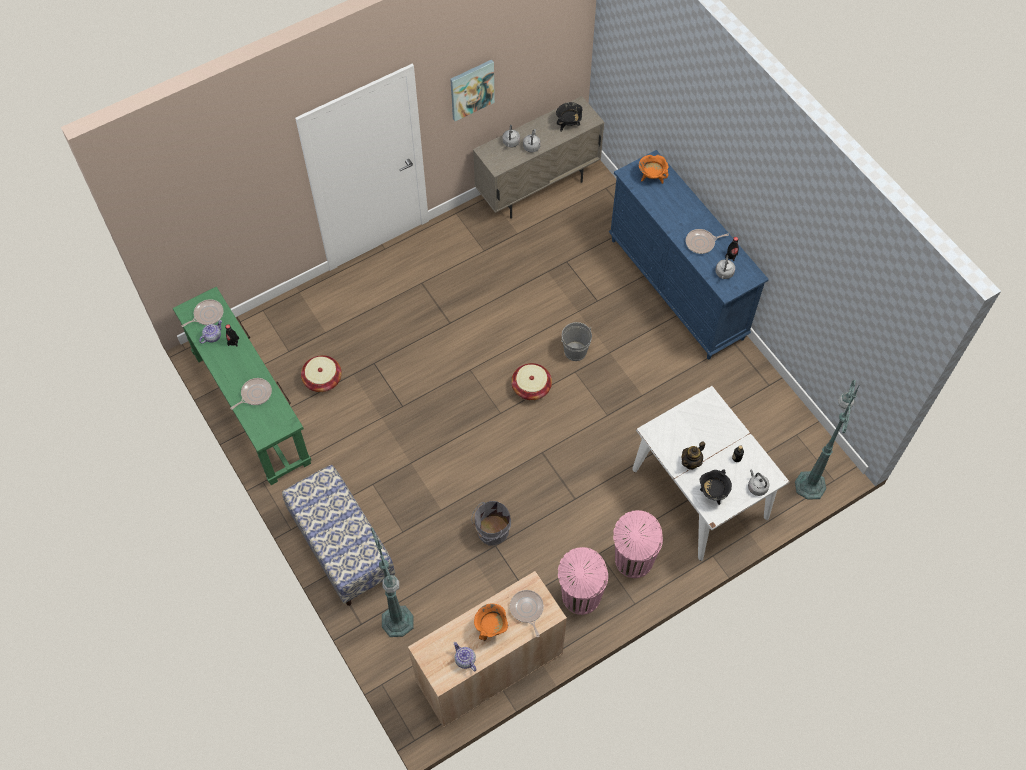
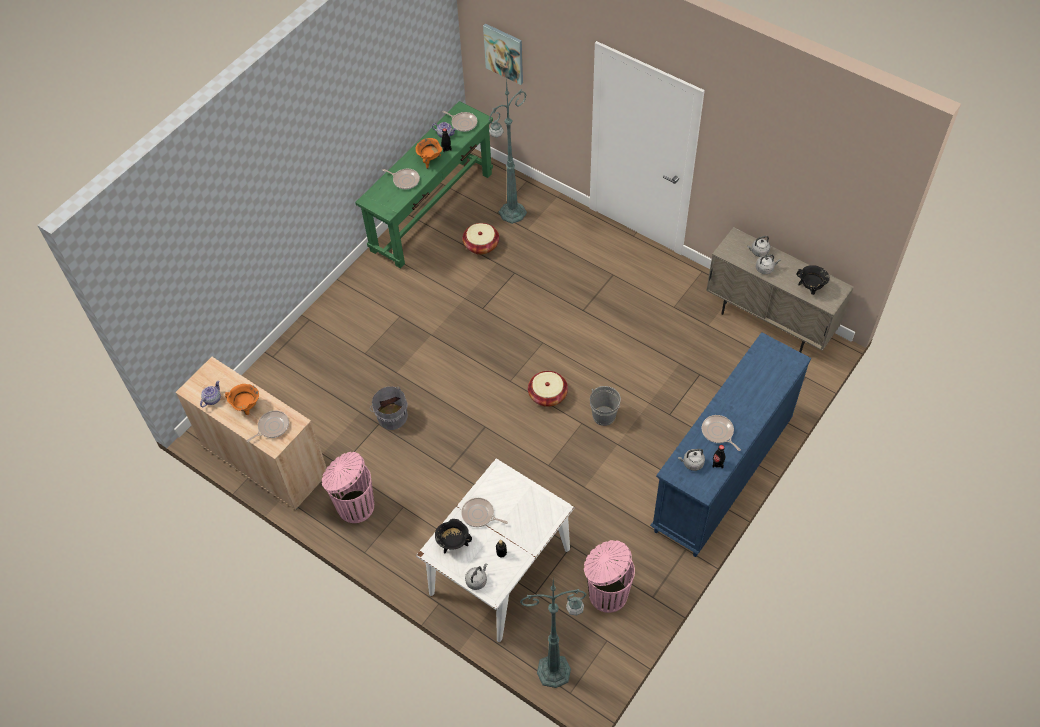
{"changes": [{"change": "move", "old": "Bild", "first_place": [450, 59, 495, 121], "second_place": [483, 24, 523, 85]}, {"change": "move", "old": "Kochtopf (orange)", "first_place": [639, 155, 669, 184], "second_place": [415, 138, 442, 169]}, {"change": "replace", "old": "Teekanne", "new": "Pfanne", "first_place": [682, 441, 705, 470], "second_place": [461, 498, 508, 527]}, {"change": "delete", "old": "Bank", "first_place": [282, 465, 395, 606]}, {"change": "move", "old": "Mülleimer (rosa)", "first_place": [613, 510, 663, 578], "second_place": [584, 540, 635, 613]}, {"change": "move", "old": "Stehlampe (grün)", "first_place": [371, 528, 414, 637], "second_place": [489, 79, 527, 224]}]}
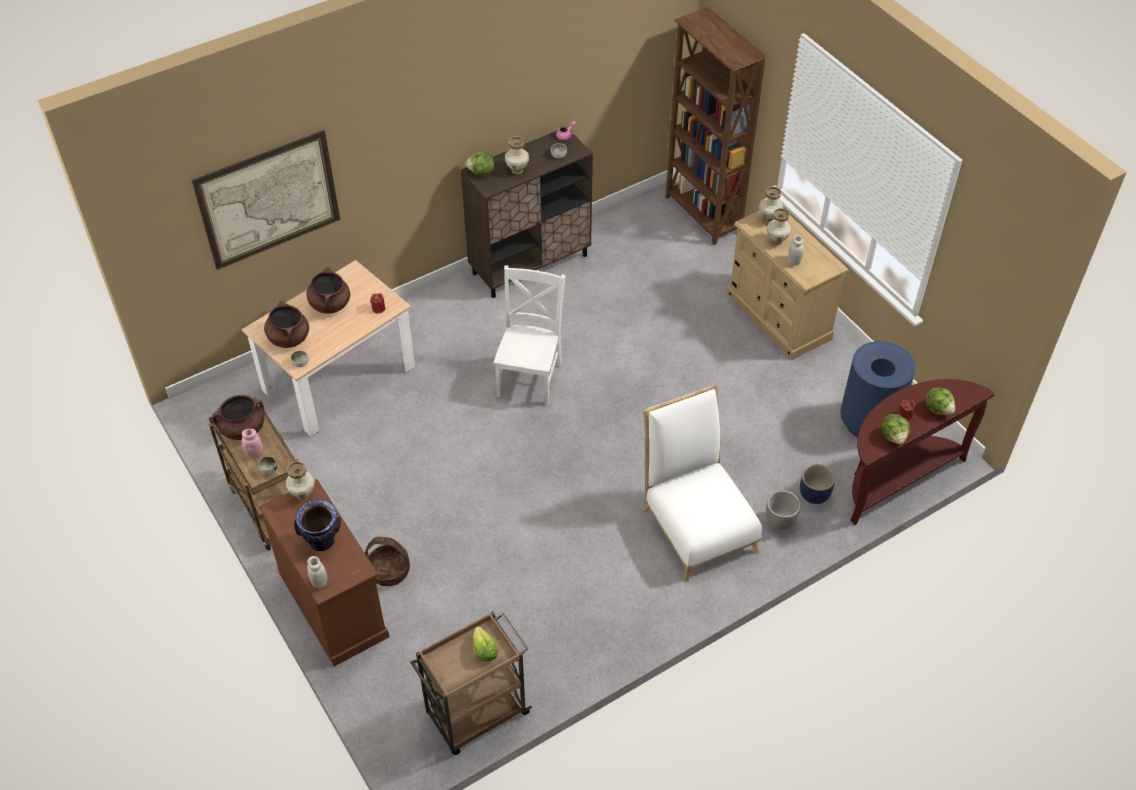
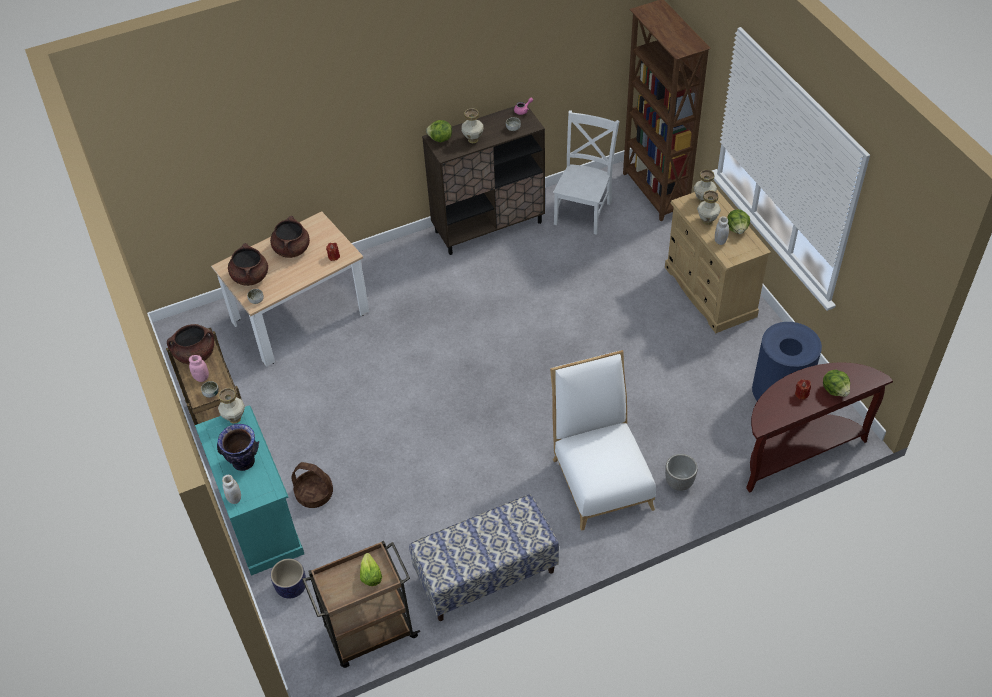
{"changes": [{"change": "delete", "old": "Bild", "first_place": [192, 130, 340, 270]}, {"change": "move", "old": "Stuhl (weiß)", "first_place": [494, 265, 566, 406], "second_place": [553, 110, 619, 235]}, {"change": "move", "old": "Salatkopf", "first_place": [882, 414, 910, 444], "second_place": [727, 209, 750, 234]}, {"change": "move", "old": "Pflanzkübel", "first_place": [800, 464, 835, 504], "second_place": [271, 558, 306, 599]}, {"change": "recolor", "old": "Kommode (braun)", "new": "Kommode (türkis)", "first_place": [259, 479, 389, 666], "second_place": [195, 405, 304, 576]}, {"change": "insert", "new": "Bank", "second_place": [409, 494, 559, 621]}]}
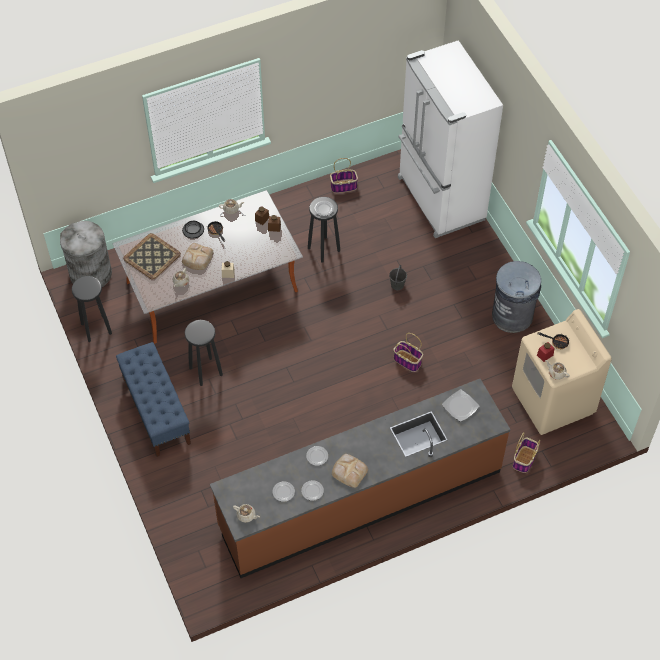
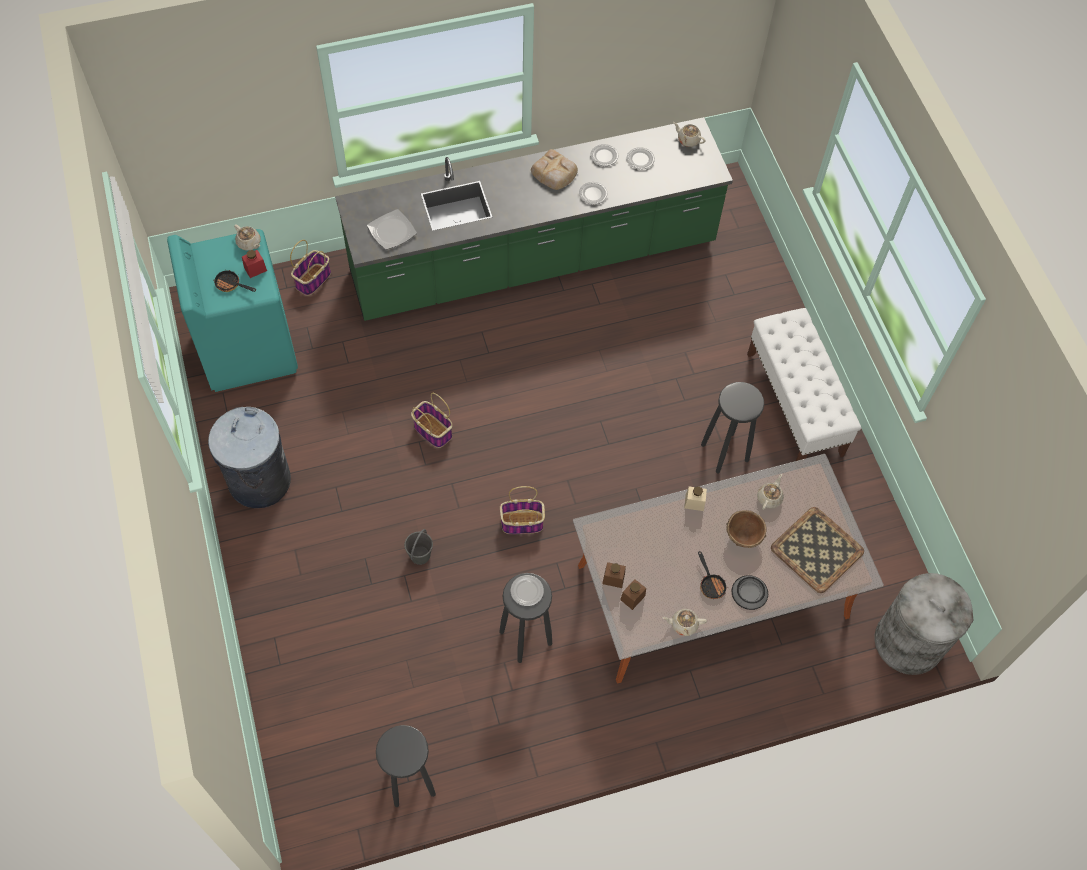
{"changes": [{"change": "delete", "old": "Kühlschrank (weiß)", "first_place": [398, 40, 503, 238]}, {"change": "move", "old": "Korb", "first_place": [330, 158, 358, 193], "second_place": [500, 486, 545, 534]}, {"change": "replace", "old": "Brot", "new": "Schüssel (braun)", "first_place": [182, 243, 213, 270], "second_place": [726, 510, 767, 548]}, {"change": "move", "old": "Hocker (schwarz)", "first_place": [72, 276, 112, 342], "second_place": [376, 725, 436, 807]}, {"change": "recolor", "old": "Waschmaschine (beige)", "new": "Waschmaschine (türkis)", "first_place": [512, 309, 612, 435], "second_place": [167, 229, 298, 392]}, {"change": "recolor", "old": "Bank (blau)", "new": "Bank (weiß)", "first_place": [116, 342, 191, 457], "second_place": [747, 308, 861, 461]}, {"change": "recolor", "old": "Küchenzeile (braun)", "new": "Küchenzeile (grün)", "first_place": [210, 379, 511, 578], "second_place": [335, 117, 733, 321]}]}
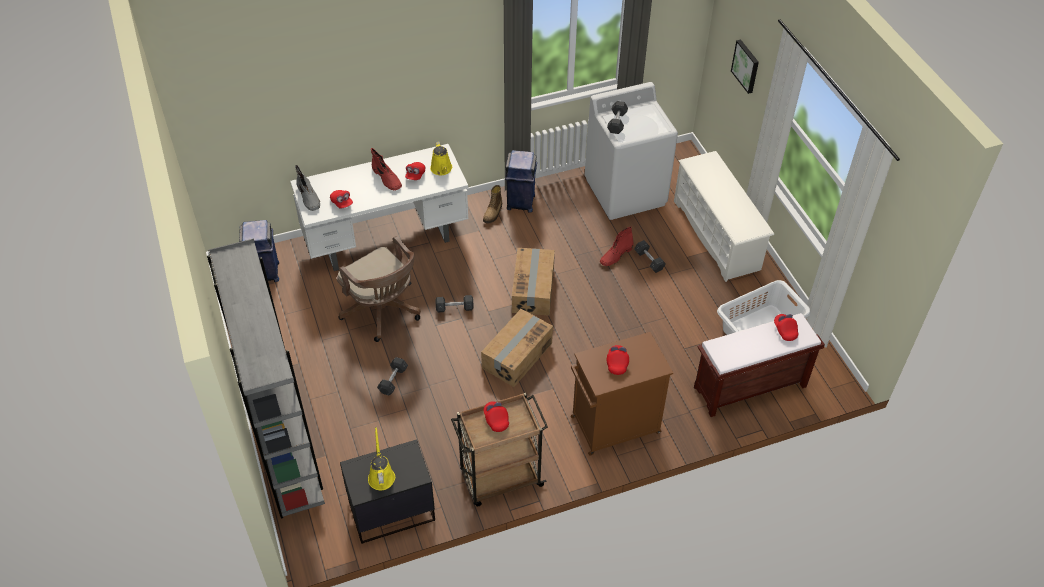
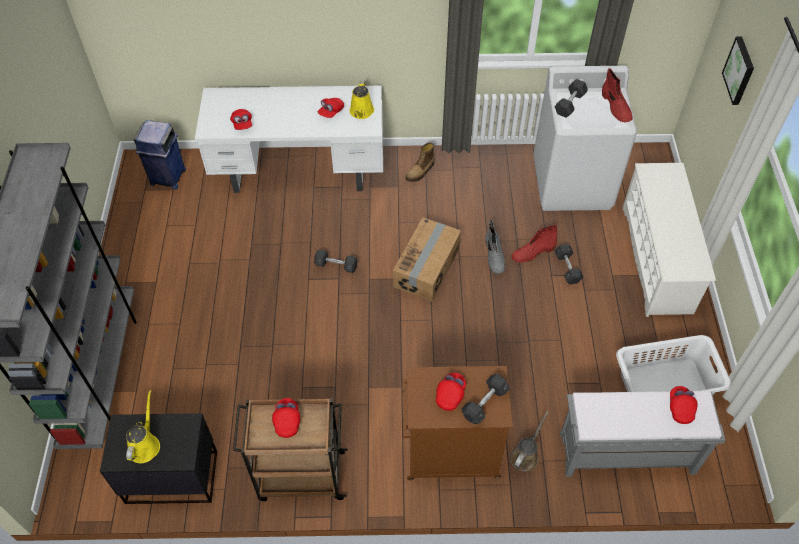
{"changes": [{"change": "move", "old": "Stiefel (rot)", "first_place": [371, 148, 402, 190], "second_place": [602, 68, 633, 123]}, {"change": "delete", "old": "Mülleimer (blau)", "first_place": [505, 150, 537, 213]}, {"change": "move", "old": "Stiefel (grau)", "first_place": [295, 165, 320, 211], "second_place": [485, 219, 505, 274]}, {"change": "delete", "old": "Bürostuhl (braun)", "first_place": [337, 236, 421, 342]}, {"change": "delete", "old": "Karton", "first_place": [481, 309, 553, 387]}, {"change": "recolor", "old": "Bank (braun)", "new": "Bank (grau)", "first_place": [694, 313, 825, 417], "second_place": [560, 391, 725, 477]}, {"change": "move", "old": "Hantel (grau)", "first_place": [377, 357, 408, 396], "second_place": [461, 374, 510, 424]}, {"change": "insert", "new": "Gießkanne (braun)", "second_place": [510, 411, 548, 472]}]}
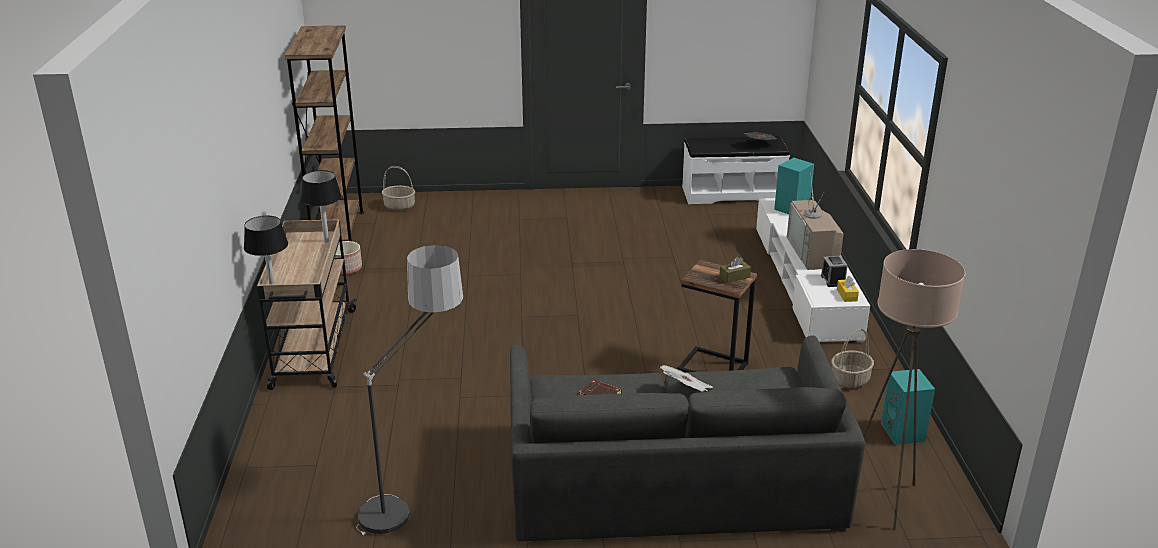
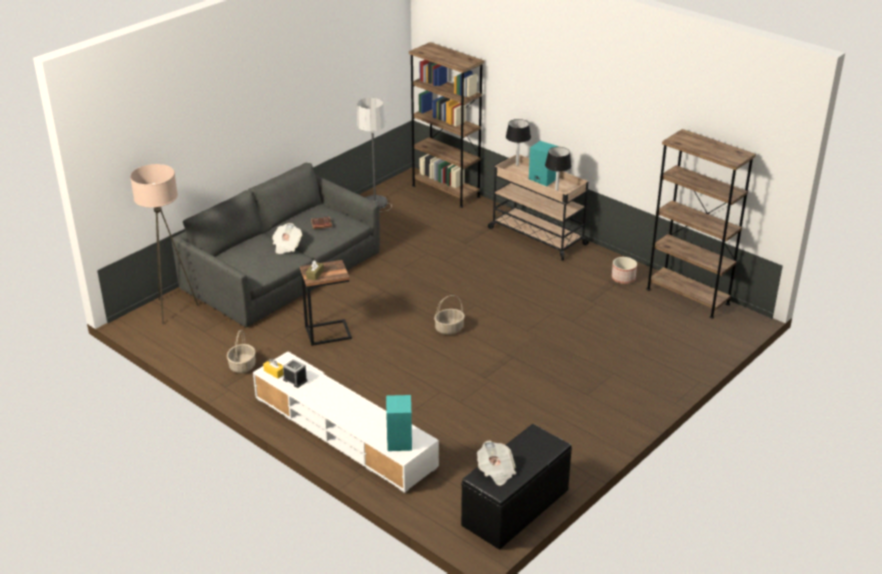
{"changes": [{"change": "recolor", "old": "Bank (weiß)", "new": "Bank (schwarz)", "first_place": [682, 136, 790, 204], "second_place": [461, 424, 572, 550]}, {"change": "move", "old": "Korb", "first_place": [382, 166, 415, 211], "second_place": [434, 295, 465, 335]}, {"change": "delete", "old": "Fernseher", "first_place": [787, 173, 844, 270]}, {"change": "move", "old": "Lautsprecher (türkis)", "first_place": [881, 369, 935, 445], "second_place": [529, 141, 558, 186]}, {"change": "insert", "new": "Bücherregal (braun)", "second_place": [409, 42, 485, 208]}]}
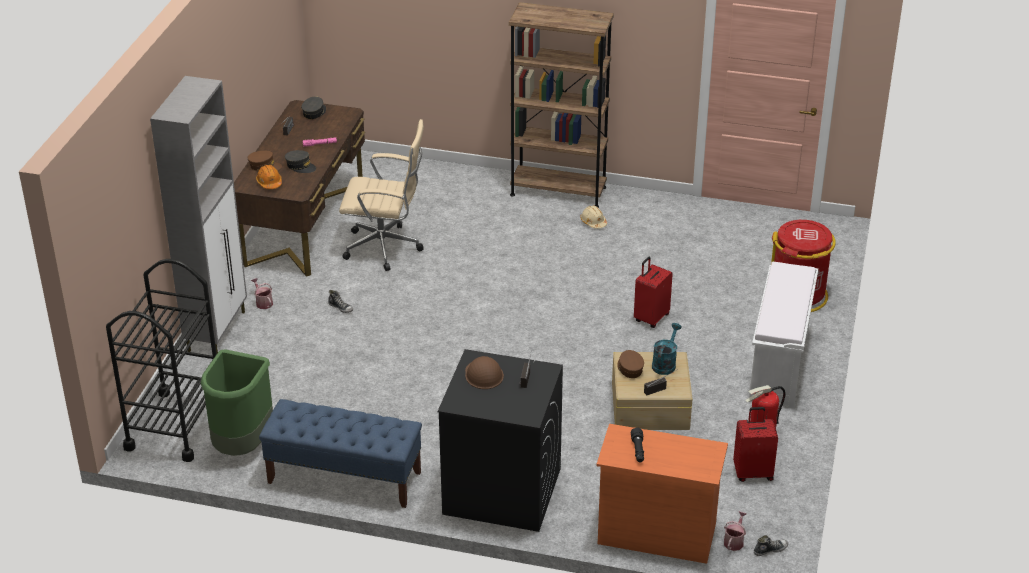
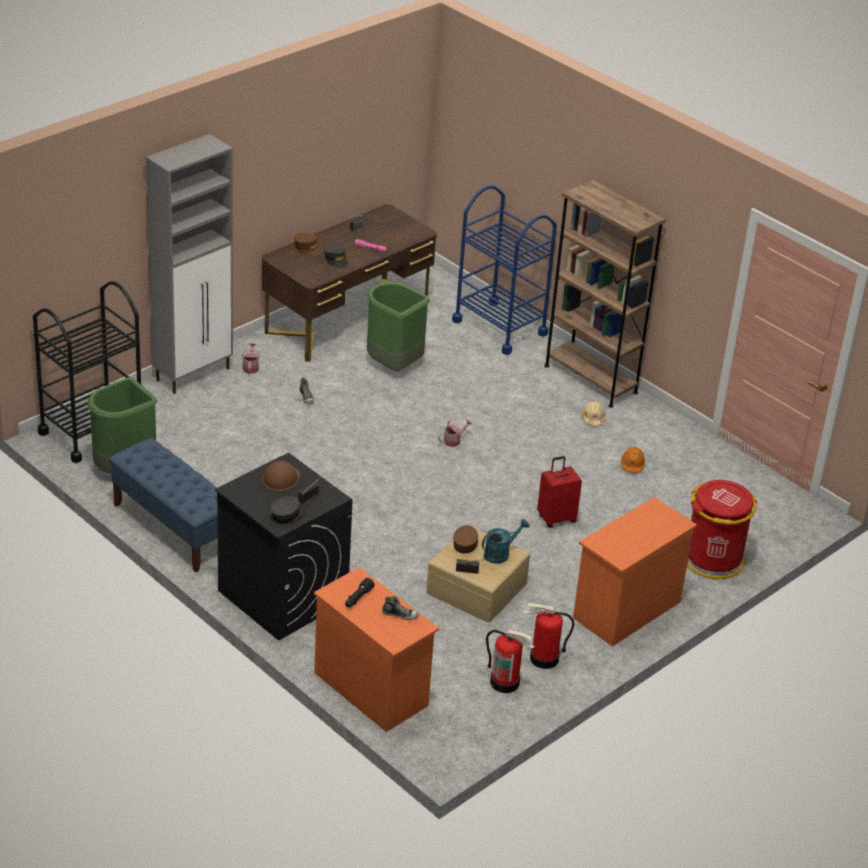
{"changes": [{"change": "move", "old": "Kappe (grau)", "first_place": [301, 96, 326, 119], "second_place": [270, 496, 307, 524]}, {"change": "replace", "old": "Bürostuhl (beige)", "new": "Mülleimer (grün)", "first_place": [339, 119, 424, 271], "second_place": [367, 282, 430, 372]}, {"change": "move", "old": "Schutzhelm (orange)", "first_place": [256, 165, 282, 189], "second_place": [621, 447, 645, 473]}, {"change": "replace", "old": "Bank (weiß)", "new": "Kommode (orange)", "first_place": [749, 262, 818, 409], "second_place": [573, 497, 697, 646]}, {"change": "replace", "old": "Koffer (rot)", "new": "Feuerlöscher", "first_place": [733, 407, 778, 482], "second_place": [486, 629, 534, 693]}, {"change": "move", "old": "Gießkanne", "first_place": [724, 511, 747, 551], "second_place": [438, 419, 472, 447]}, {"change": "move", "old": "Schuh", "first_place": [754, 535, 788, 556], "second_place": [382, 596, 419, 620]}, {"change": "insert", "new": "Rollwagen (blau)", "second_place": [452, 185, 557, 355]}]}
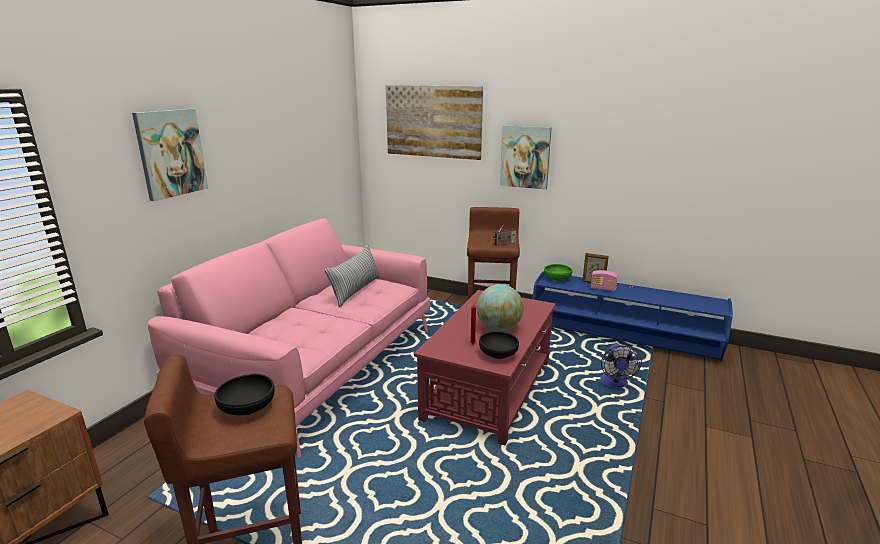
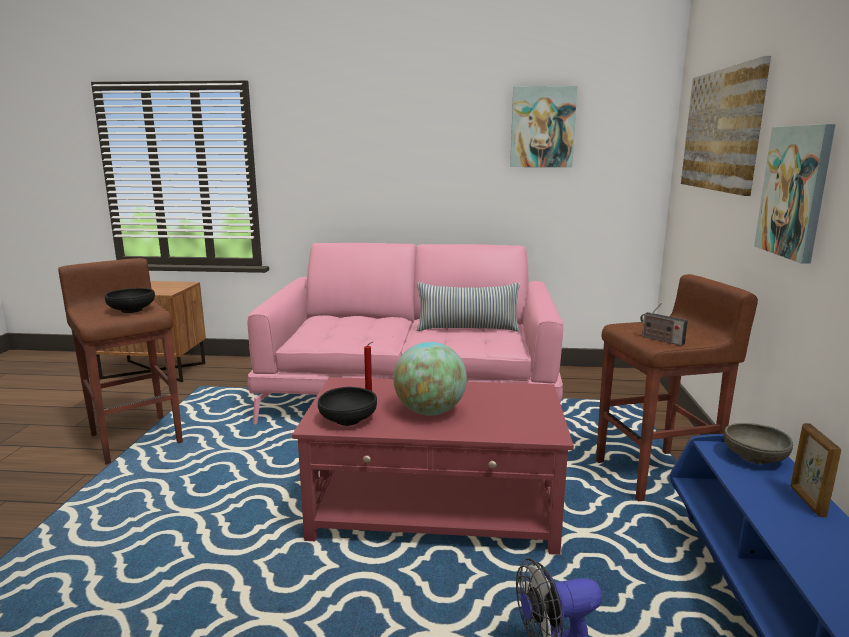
{"changes": [{"change": "move", "old": "Bild", "first_place": [132, 108, 208, 201], "second_place": [510, 86, 578, 167]}, {"change": "recolor", "old": "Schüssel (grün)", "new": "Schüssel (grau)", "first_place": [544, 264, 573, 281], "second_place": [724, 423, 793, 464]}, {"change": "delete", "old": "Radio", "first_place": [591, 270, 618, 291]}]}
